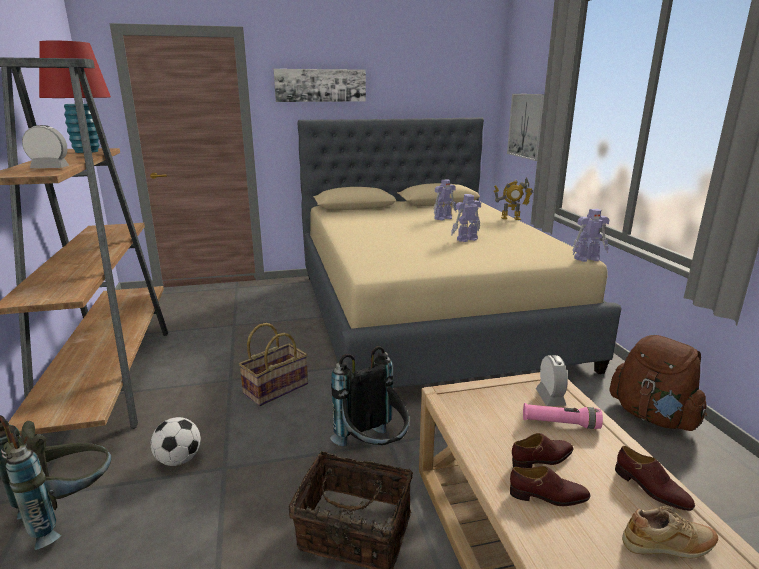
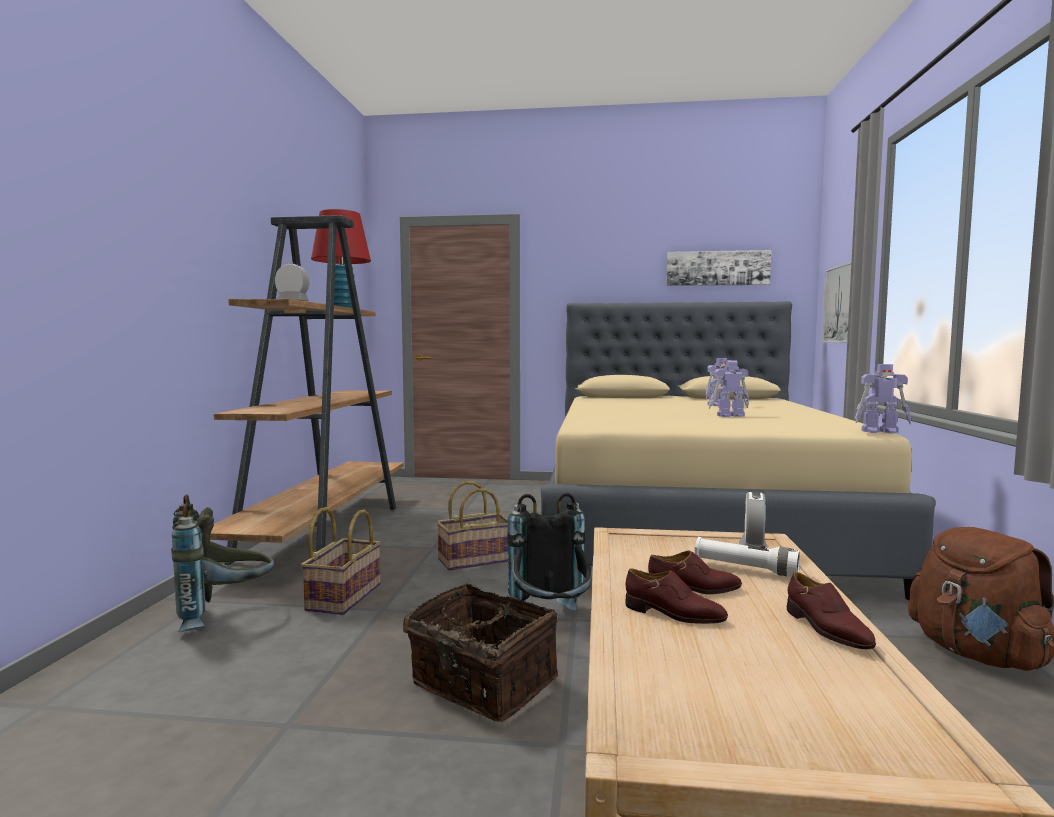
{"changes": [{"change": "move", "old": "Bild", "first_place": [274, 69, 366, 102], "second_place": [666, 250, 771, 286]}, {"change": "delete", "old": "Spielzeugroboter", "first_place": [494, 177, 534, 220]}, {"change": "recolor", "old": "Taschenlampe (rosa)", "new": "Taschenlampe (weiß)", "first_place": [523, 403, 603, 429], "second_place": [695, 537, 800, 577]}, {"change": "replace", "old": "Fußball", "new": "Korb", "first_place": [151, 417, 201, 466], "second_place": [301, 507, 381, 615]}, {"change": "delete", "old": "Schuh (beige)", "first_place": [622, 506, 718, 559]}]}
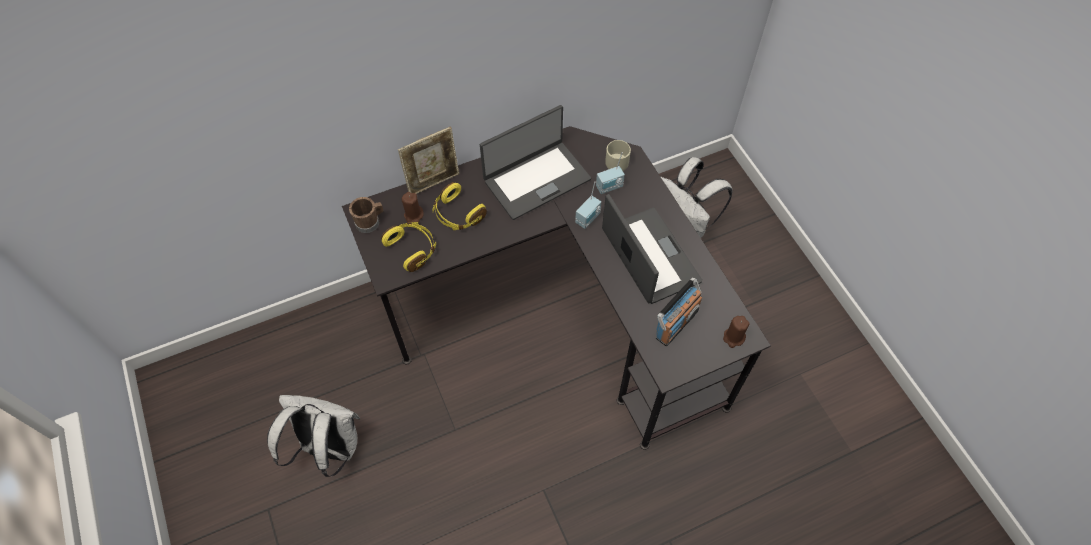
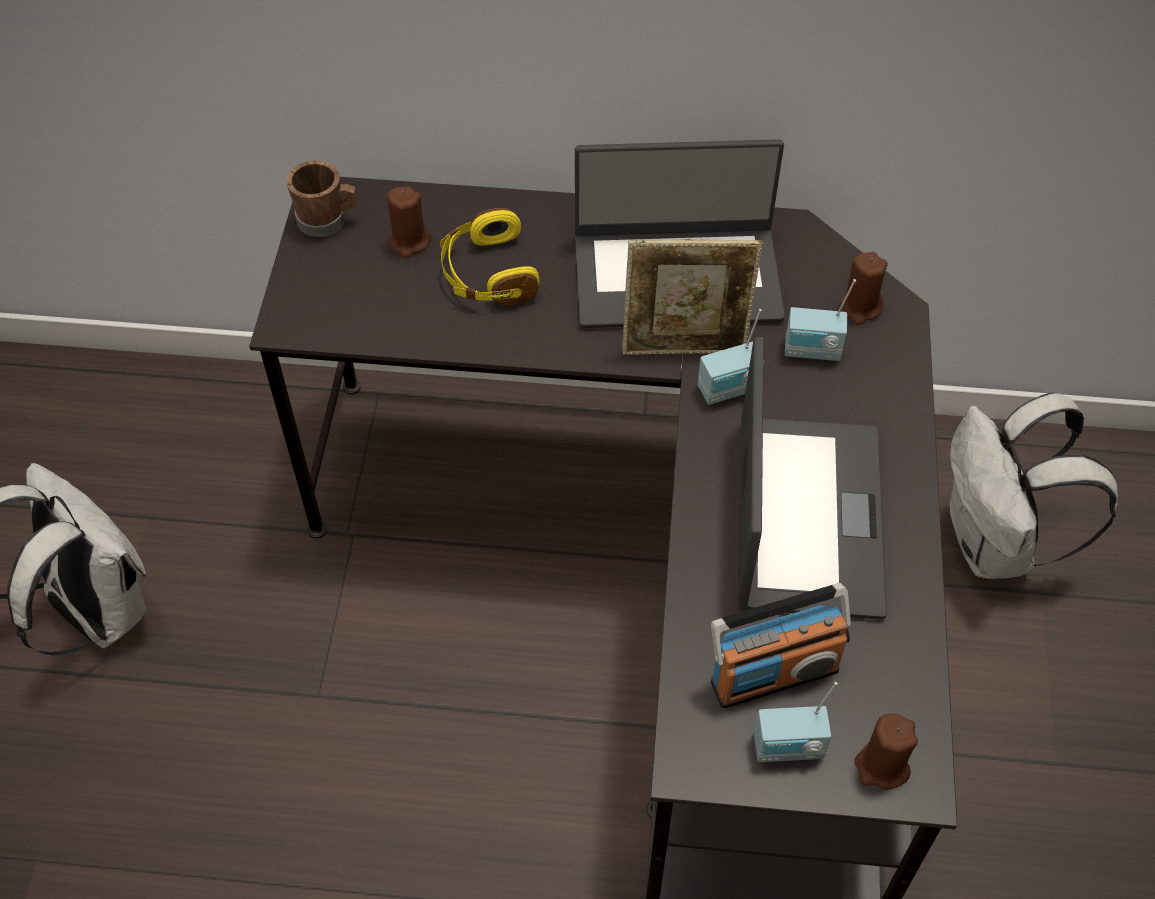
{"changes": [{"change": "move", "old": "Bilderrahmen", "first_place": [398, 127, 459, 194], "second_place": [622, 239, 763, 355]}, {"change": "replace", "old": "Henkelbecher (beige)", "new": "Kerze (braun)", "first_place": [605, 140, 631, 171], "second_place": [840, 252, 888, 325]}, {"change": "delete", "old": "Kopfhörer (gelb)", "first_place": [381, 222, 436, 272]}, {"change": "insert", "new": "Radio", "second_place": [754, 682, 838, 762]}]}
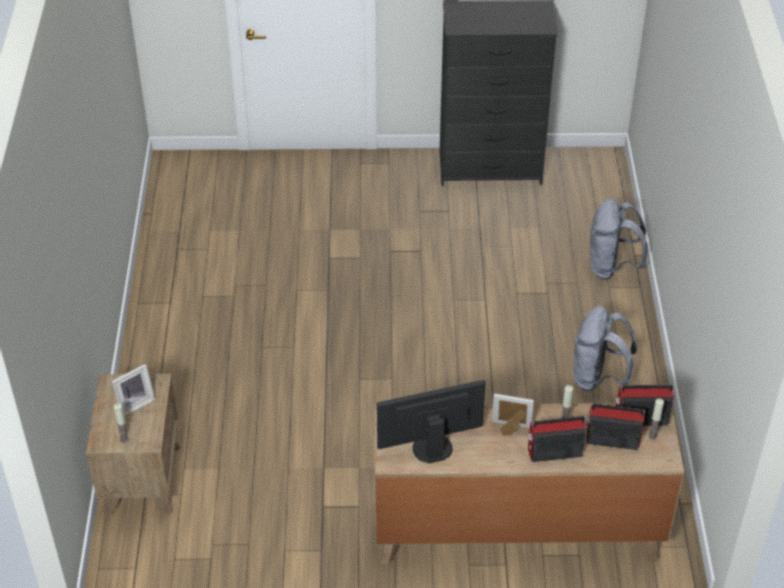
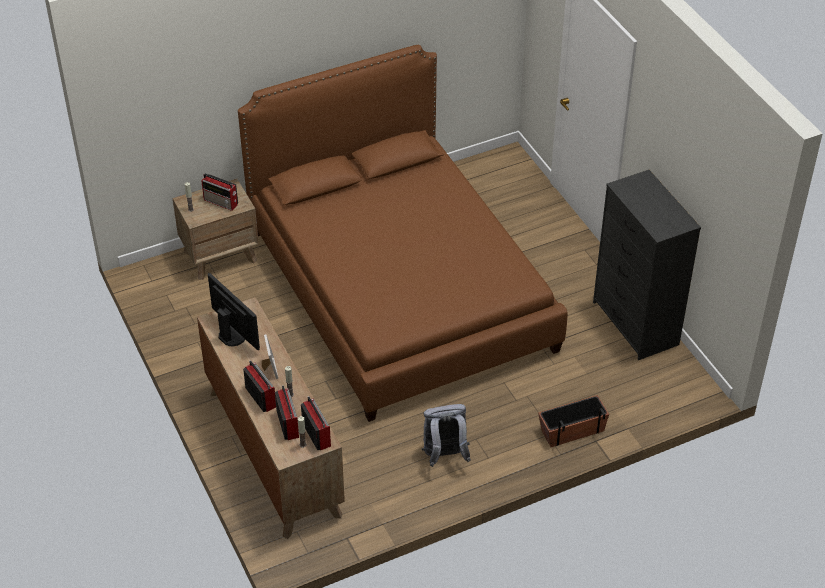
{"changes": [{"change": "replace", "old": "Rucksack (grau)", "new": "Pflanzkübel", "first_place": [589, 199, 648, 280], "second_place": [538, 395, 609, 447]}, {"change": "replace", "old": "Bilderrahmen", "new": "Radio", "first_place": [112, 364, 155, 416], "second_place": [201, 173, 238, 211]}, {"change": "insert", "new": "Bett (braun)", "second_place": [238, 45, 568, 422]}]}
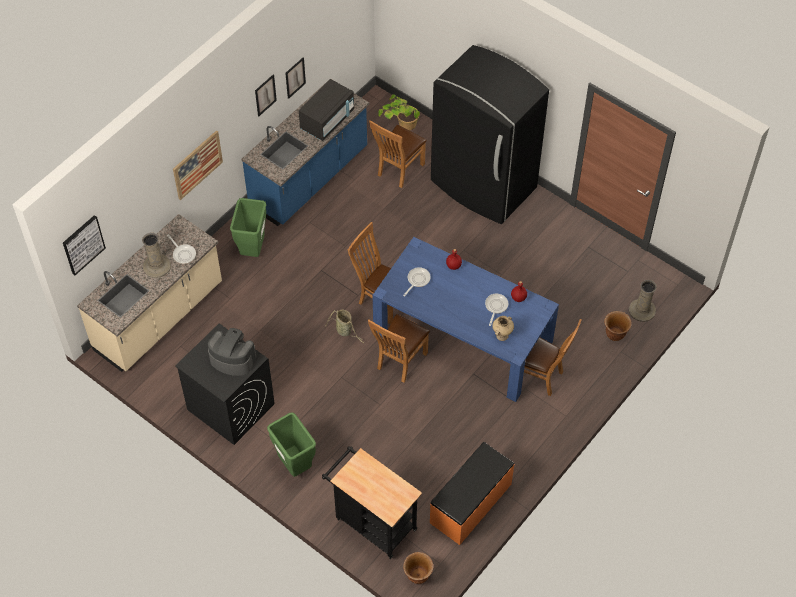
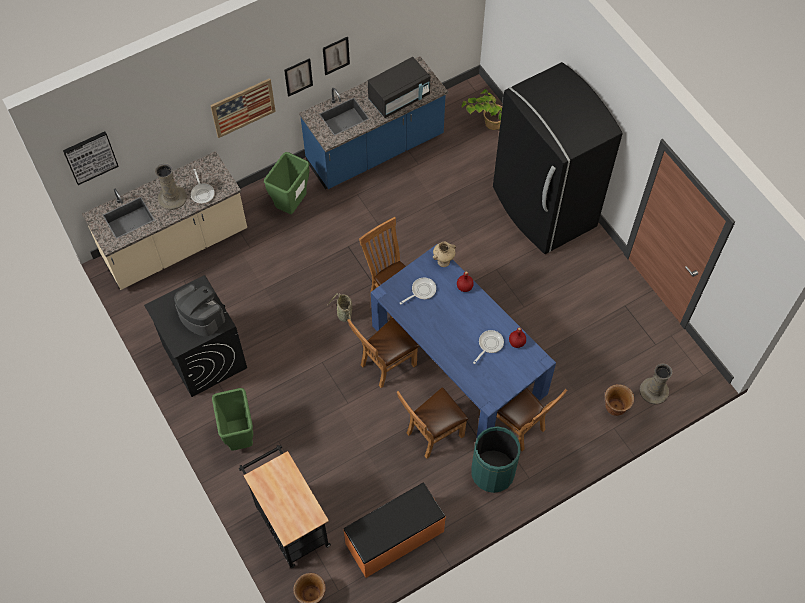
{"changes": [{"change": "move", "old": "Bild", "first_place": [285, 58, 306, 99], "second_place": [284, 58, 313, 97]}, {"change": "move", "old": "Stuhl (braun)", "first_place": [369, 120, 427, 188], "second_place": [397, 387, 468, 459]}, {"change": "move", "old": "Vase (beige)", "first_place": [492, 316, 514, 341], "second_place": [433, 242, 456, 267]}, {"change": "insert", "new": "Mülleimer (grün)", "second_place": [471, 426, 521, 493]}]}
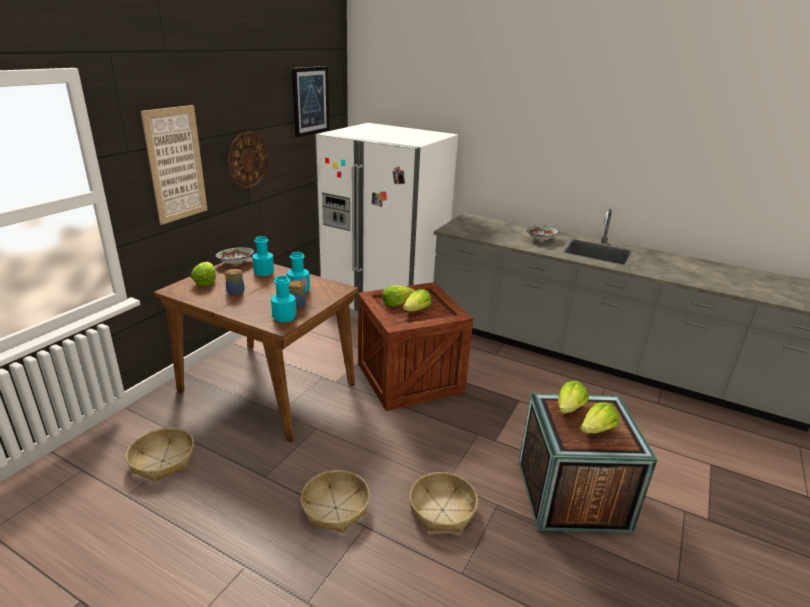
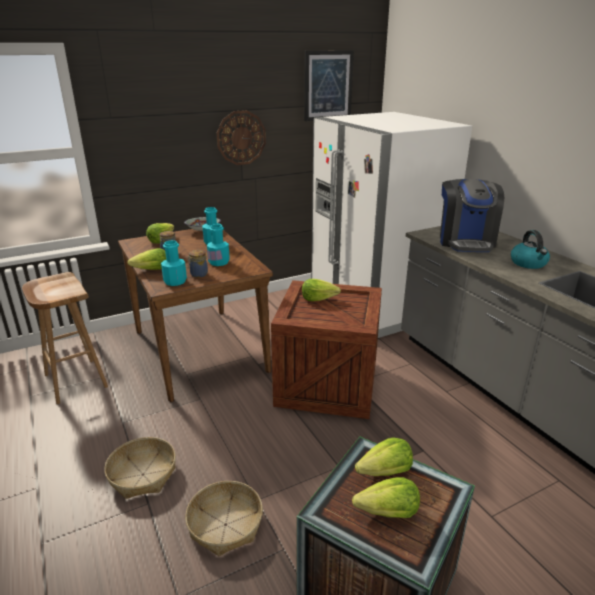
{"changes": [{"change": "delete", "old": "Bild", "first_place": [141, 105, 208, 225]}, {"change": "replace", "old": "Schüssel", "new": "Wasserkessel", "first_place": [526, 225, 559, 240], "second_place": [511, 230, 550, 269]}, {"change": "move", "old": "Salatkopf", "first_place": [403, 289, 432, 311], "second_place": [127, 248, 166, 270]}, {"change": "replace", "old": "Korb", "new": "Hocker (braun)", "first_place": [126, 428, 194, 482], "second_place": [22, 272, 108, 404]}, {"change": "insert", "new": "Kaffeemaschine", "second_place": [440, 179, 504, 252]}]}
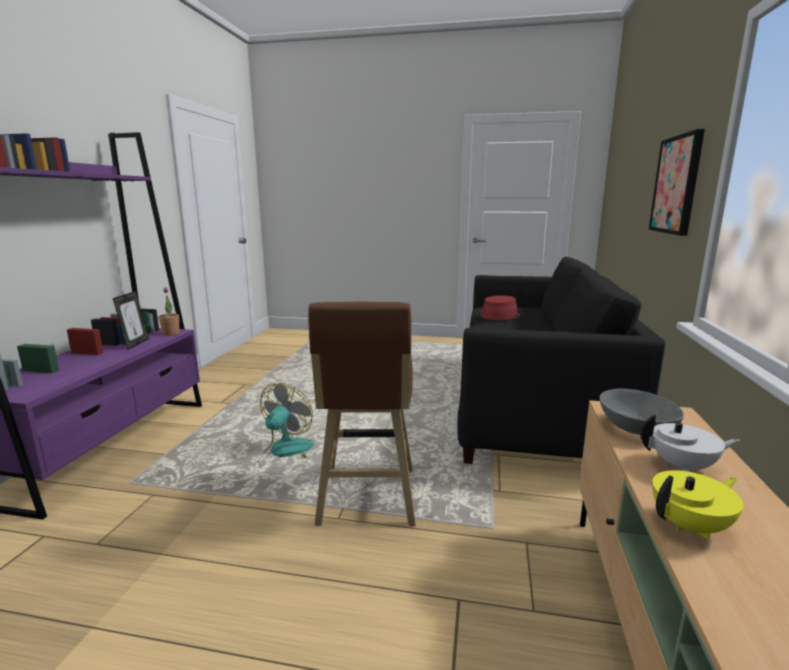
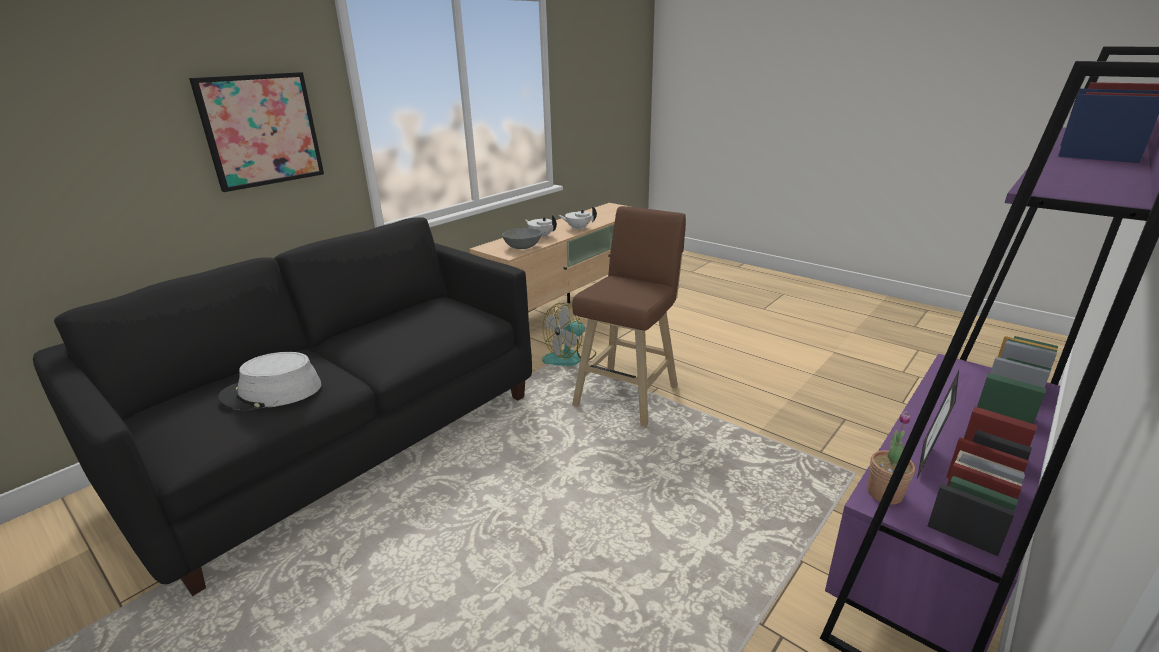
{"changes": [{"change": "recolor", "old": "Hut (rot)", "new": "Hut (grau)", "first_place": [481, 295, 524, 320], "second_place": [218, 352, 321, 411]}, {"change": "move", "old": "Ventilator", "first_place": [258, 383, 314, 464], "second_place": [542, 303, 596, 366]}, {"change": "recolor", "old": "Teekanne (gelb)", "new": "Teekanne (weiß)", "first_place": [652, 470, 744, 539], "second_place": [558, 206, 597, 230]}]}
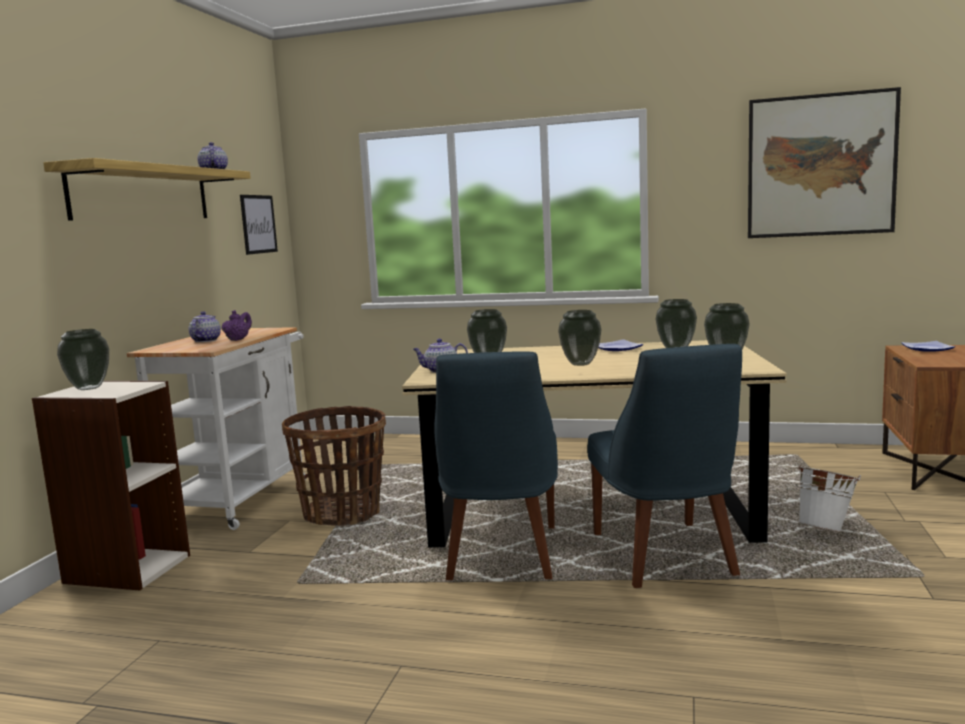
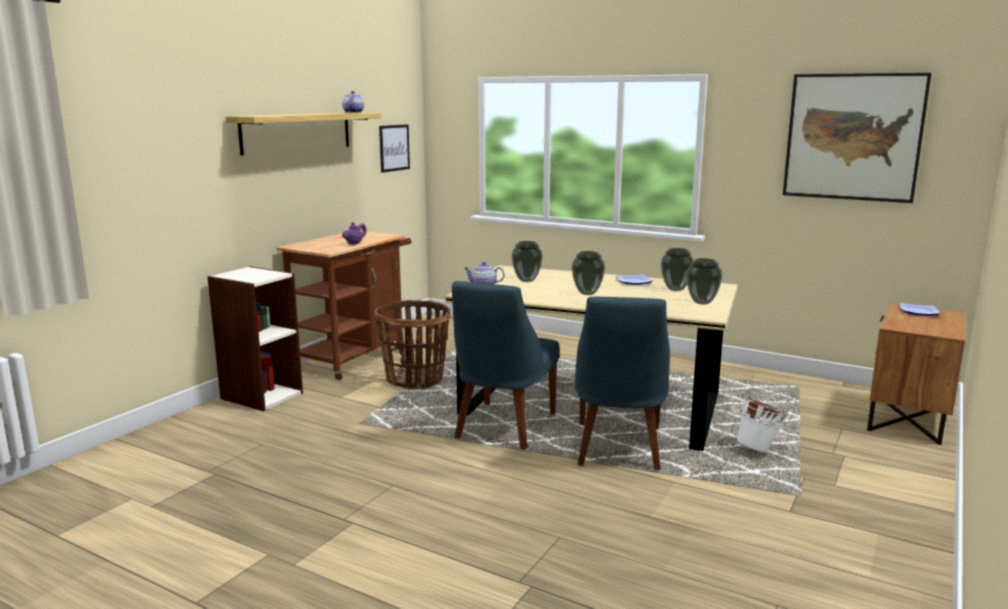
{"changes": [{"change": "delete", "old": "Teekanne", "first_place": [189, 311, 221, 342]}, {"change": "recolor", "old": "Rollwagen (weiß)", "new": "Rollwagen (braun)", "first_place": [127, 327, 306, 530], "second_place": [277, 231, 412, 380]}, {"change": "delete", "old": "Vase", "first_place": [57, 329, 109, 390]}]}
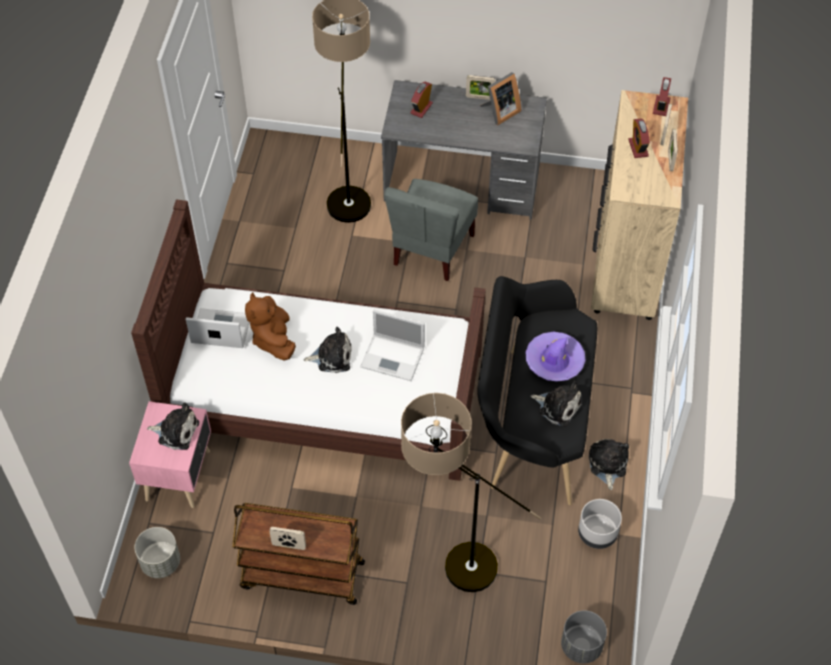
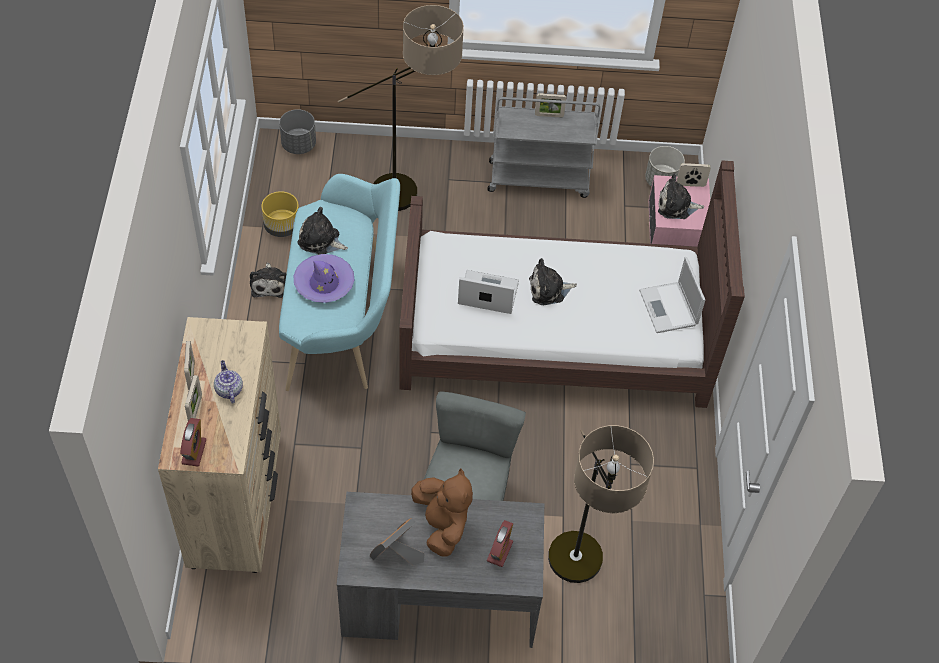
{"changes": [{"change": "move", "old": "Bilderrahmen", "first_place": [466, 75, 495, 100], "second_place": [676, 163, 711, 187]}, {"change": "replace", "old": "Wecker", "new": "Teekanne", "first_place": [628, 119, 650, 158], "second_place": [214, 360, 243, 404]}, {"change": "recolor", "old": "Bank (schwarz)", "new": "Bank (türkis)", "first_place": [477, 276, 597, 505], "second_place": [279, 174, 400, 391]}, {"change": "move", "old": "Plüschtier (braun)", "first_place": [245, 292, 296, 360], "second_place": [411, 468, 473, 556]}, {"change": "rotate", "old": "Laptop", "first_place": [186, 308, 250, 348], "second_place": [639, 257, 705, 333], "degrees": 75}, {"change": "recolor", "old": "Pflanzkübel (grau)", "new": "Pflanzkübel (gelb)", "first_place": [578, 499, 622, 549], "second_place": [262, 191, 299, 237]}, {"change": "recolor", "old": "Rollwagen (braun)", "new": "Rollwagen (grau)", "first_place": [232, 503, 365, 605], "second_place": [488, 97, 600, 198]}]}
